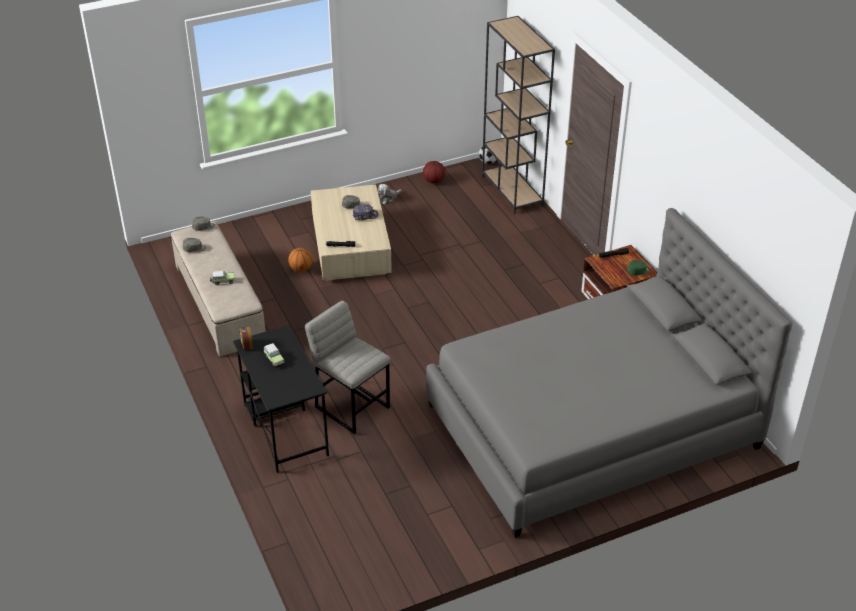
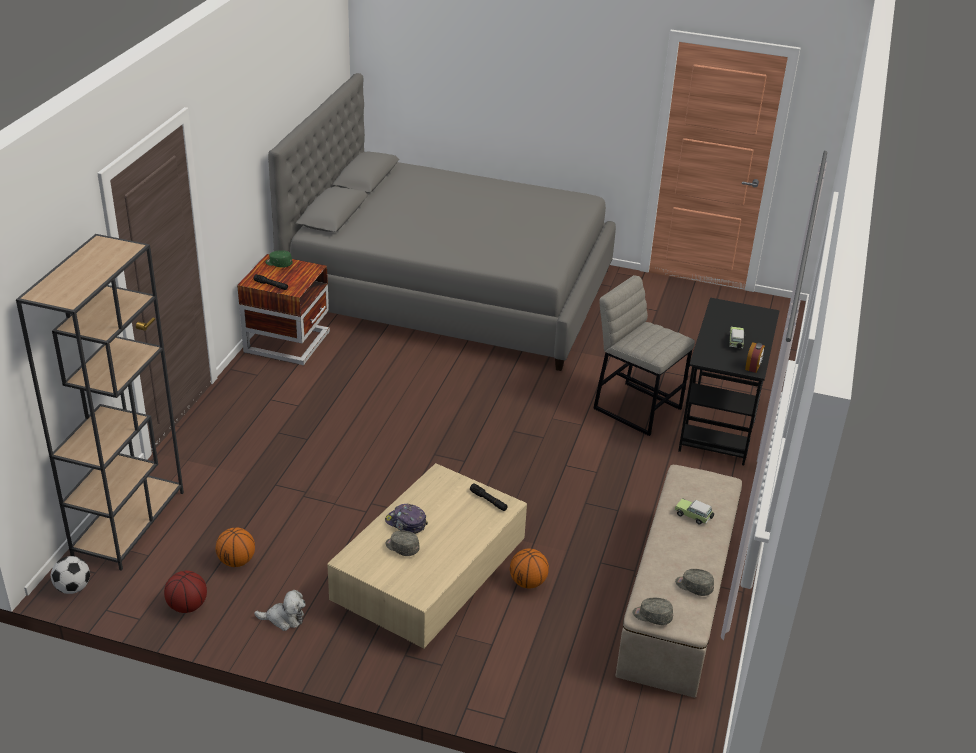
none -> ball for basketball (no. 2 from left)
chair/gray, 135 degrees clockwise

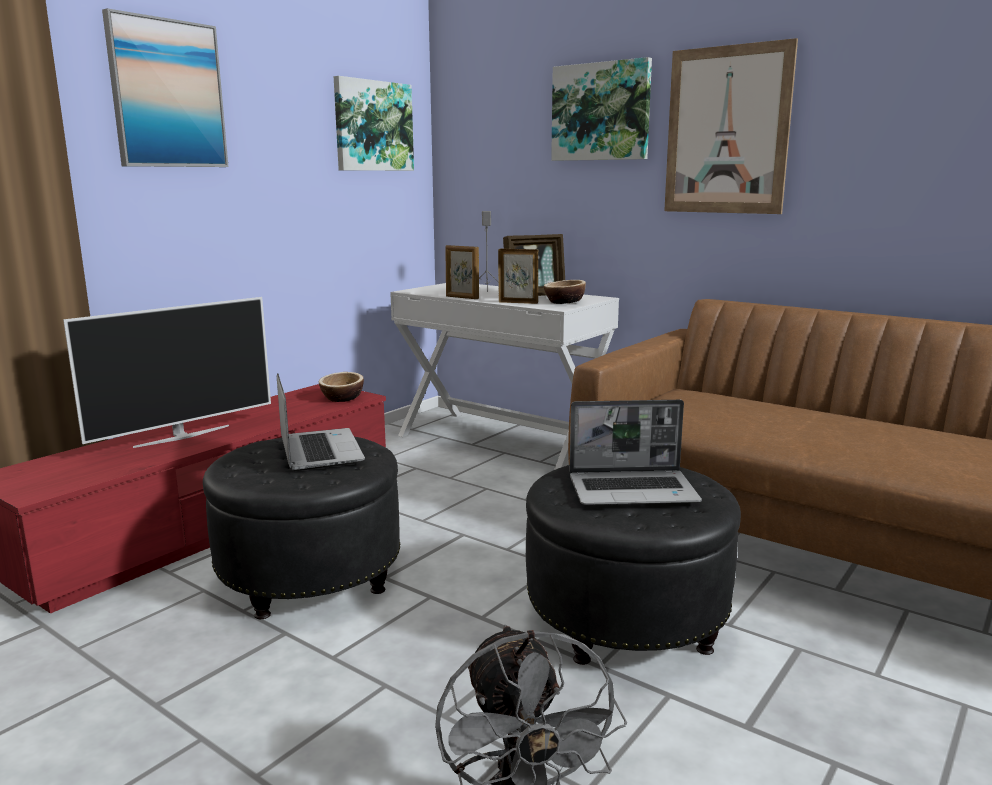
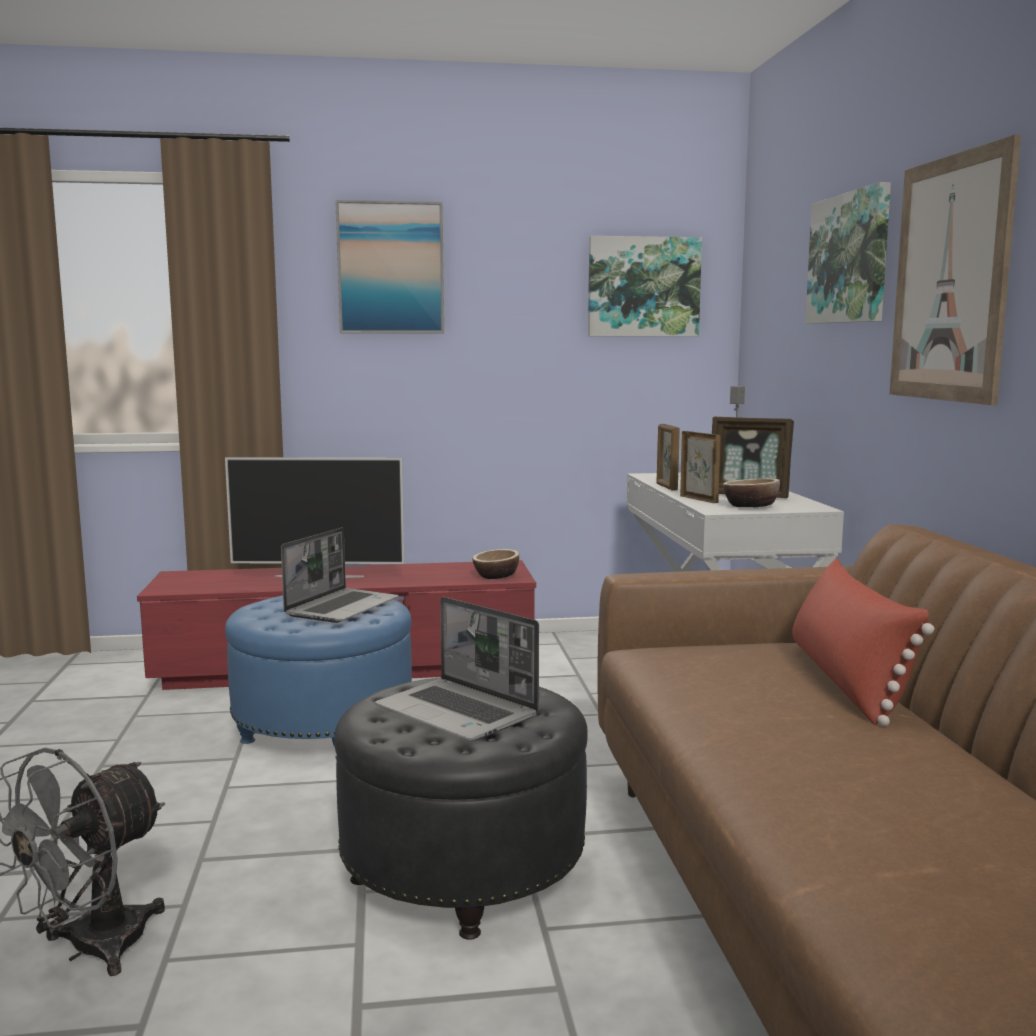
ottoman/black-coloured (no. 1 from left) -> ottoman/blue-coloured
none -> pillow/red

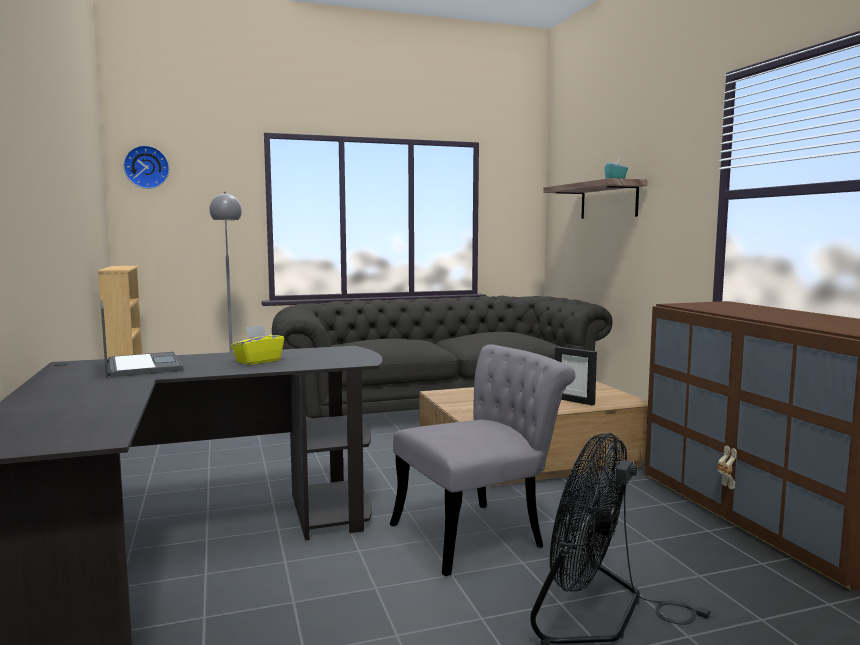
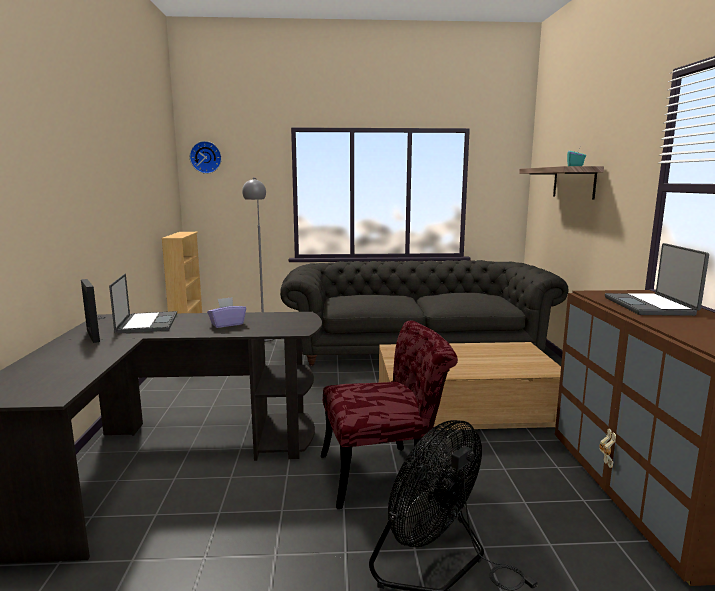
picture frame, relocated
tissue holder/yellowish -> tissue holder/purple
chair/gray -> chair/red
none -> laptop (no. 2 from left)

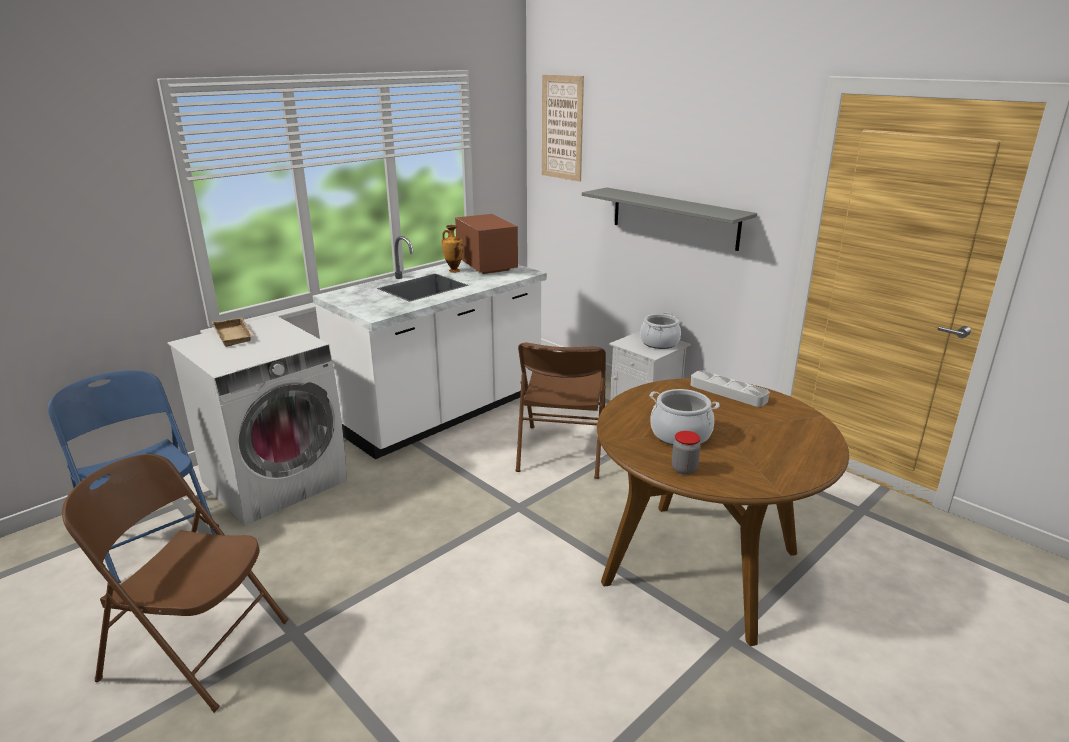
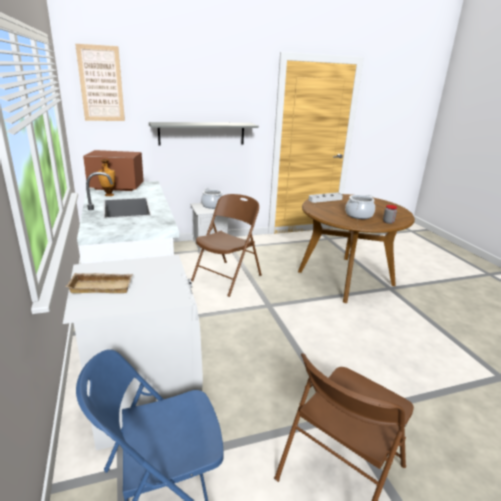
chair/brownish (no. 2 from left in the first image) -> chair/brownish (no. 1 from left), 90 degrees counterclockwise

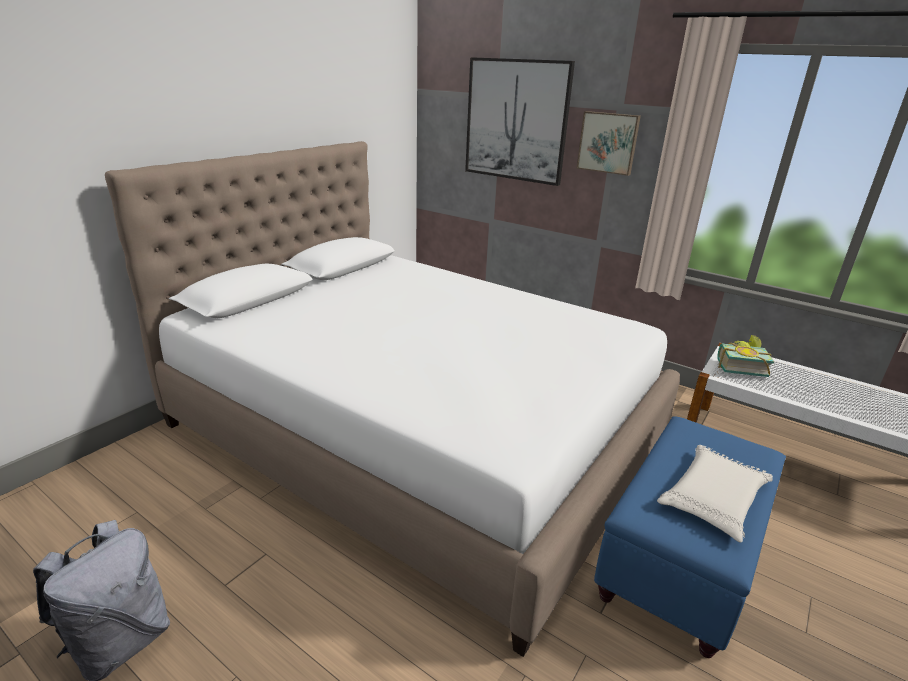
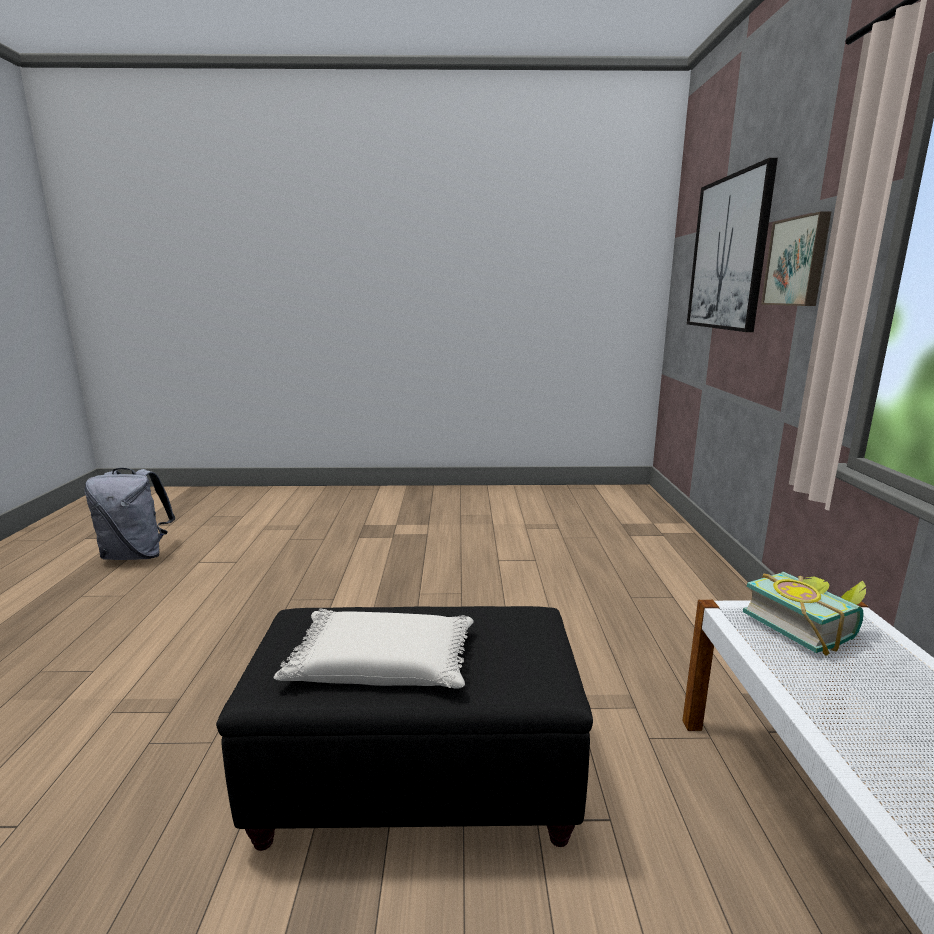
ottoman/blue-coloured -> ottoman/black-coloured
sleeping bed/white -> none

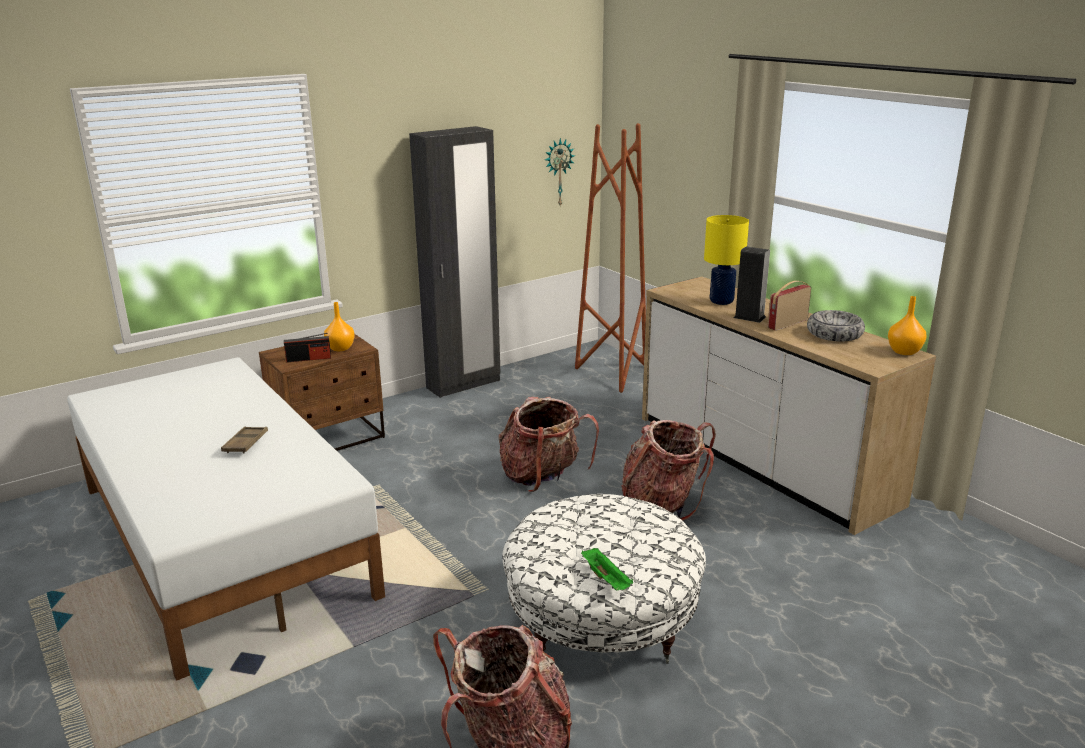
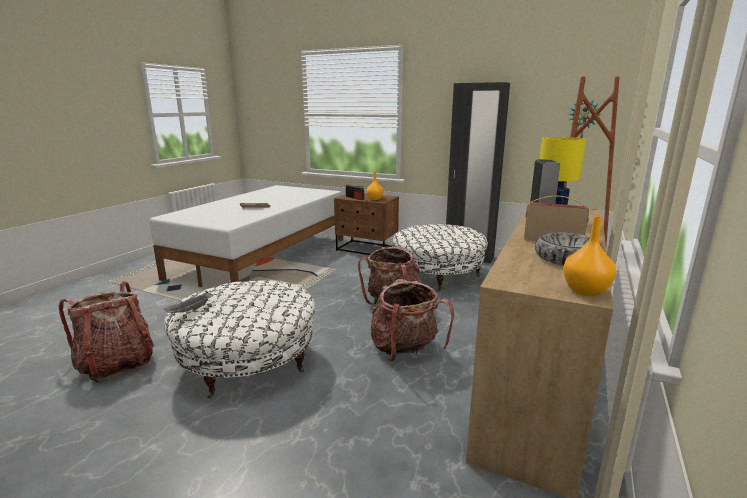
serving tray/greenish -> serving tray/gray
none -> ottoman/white (no. 2 from left)

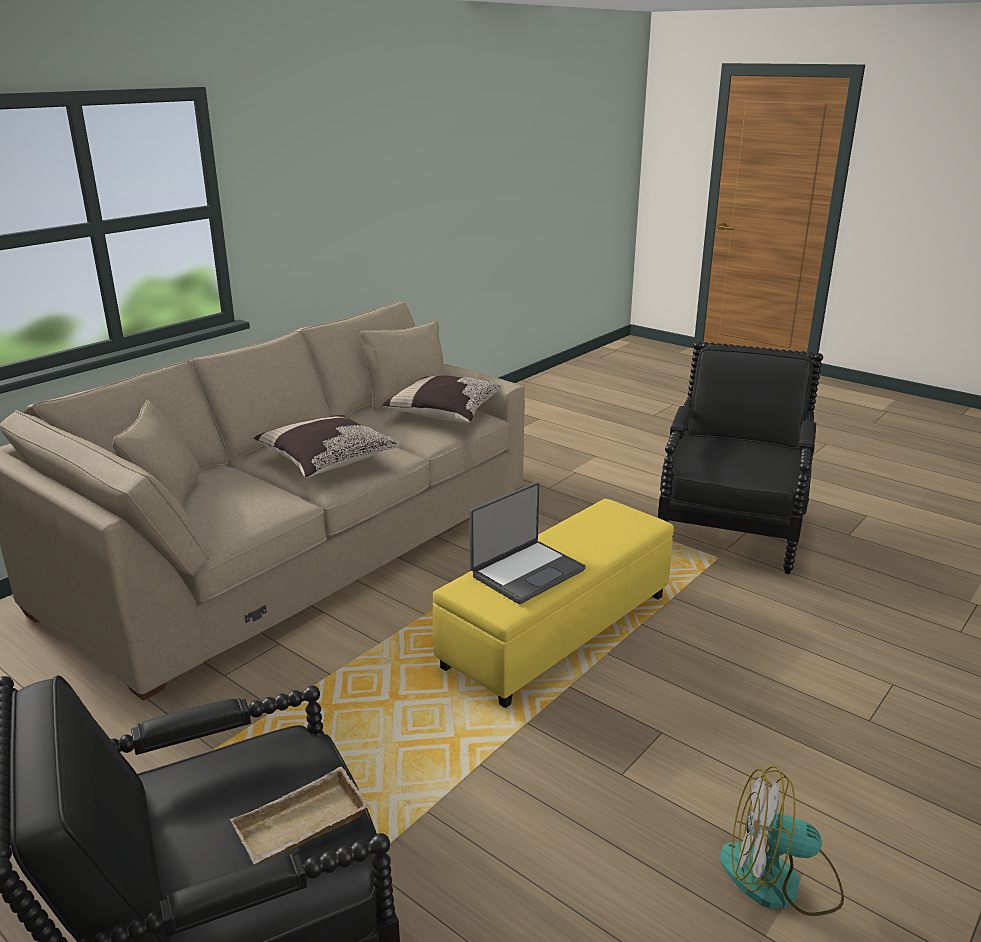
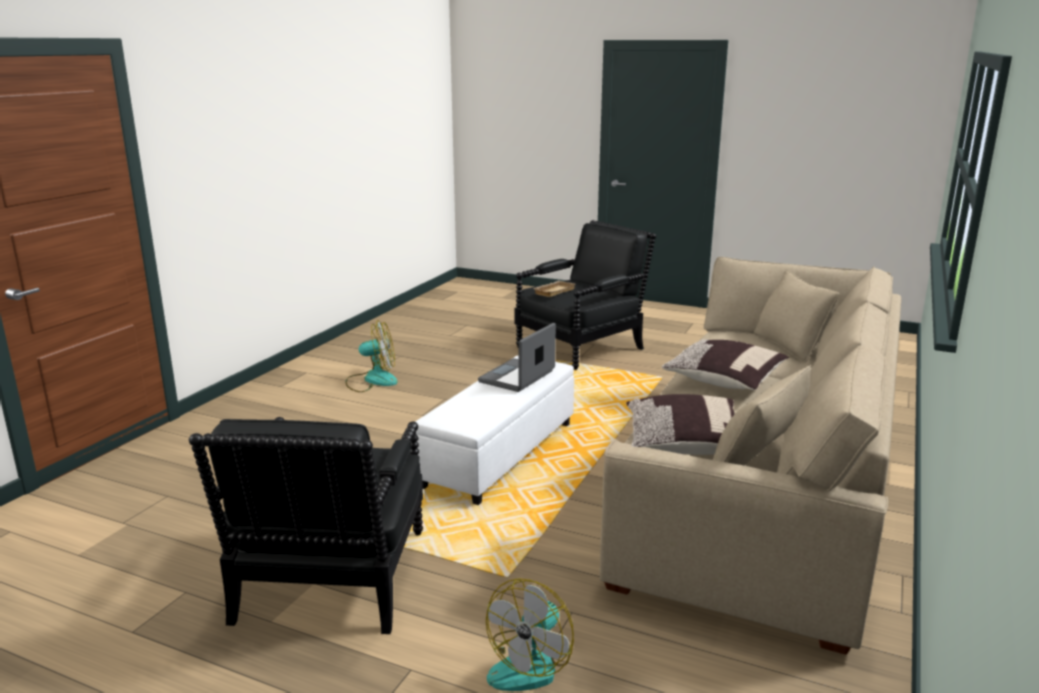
ottoman/yellowish -> ottoman/white
none -> electric fan (no. 2 from left)

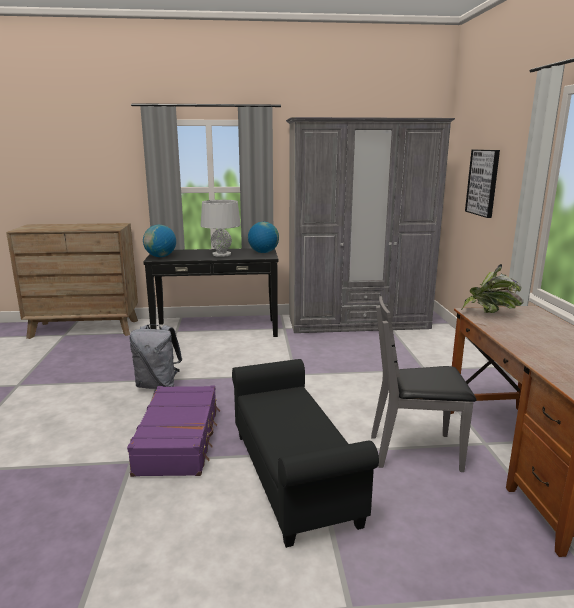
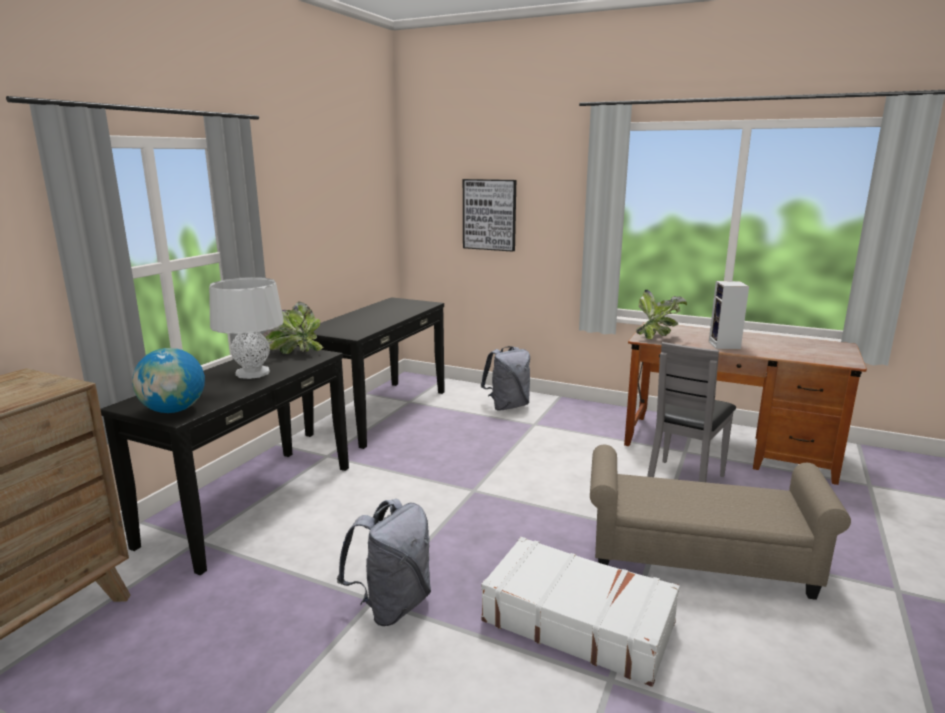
globe (no. 2 from left) -> potted plant (no. 1 from left)
wardrobe/gray -> narrow table/black-coloured (no. 2 from left)
none -> rucksack/gray (no. 2 from left)
piece of luggage/purple -> piece of luggage/white
ottoman/black-coloured -> ottoman/beige-coloured
none -> loudspeaker

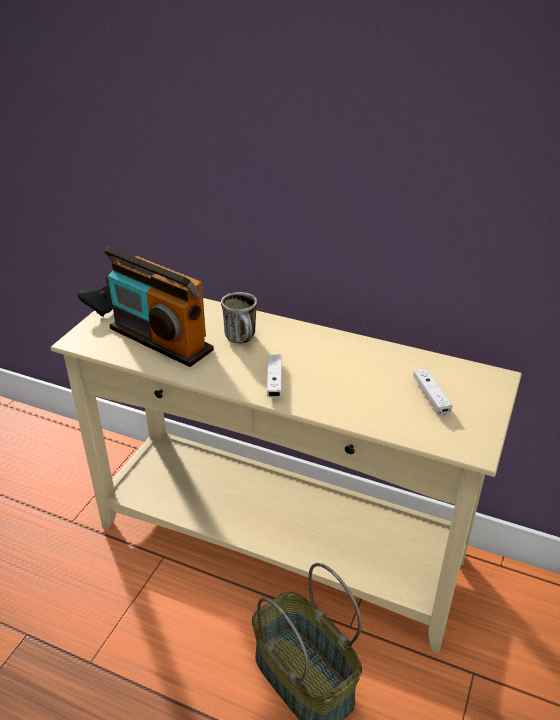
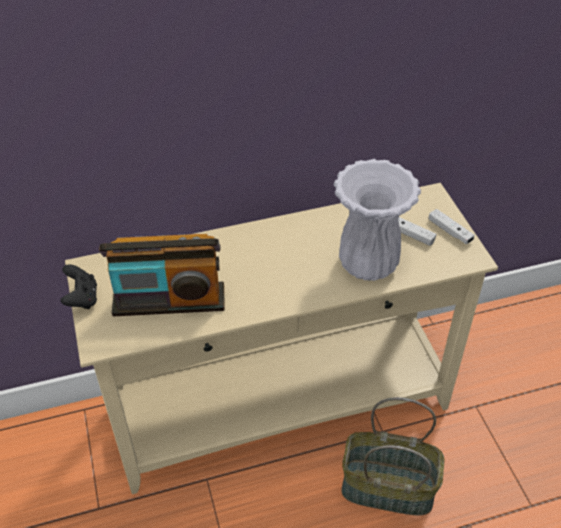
none -> flower vase/white
joypad/white (no. 1 from left in the first image) -> joypad/white (no. 2 from left), relocated
coffee mug -> none

